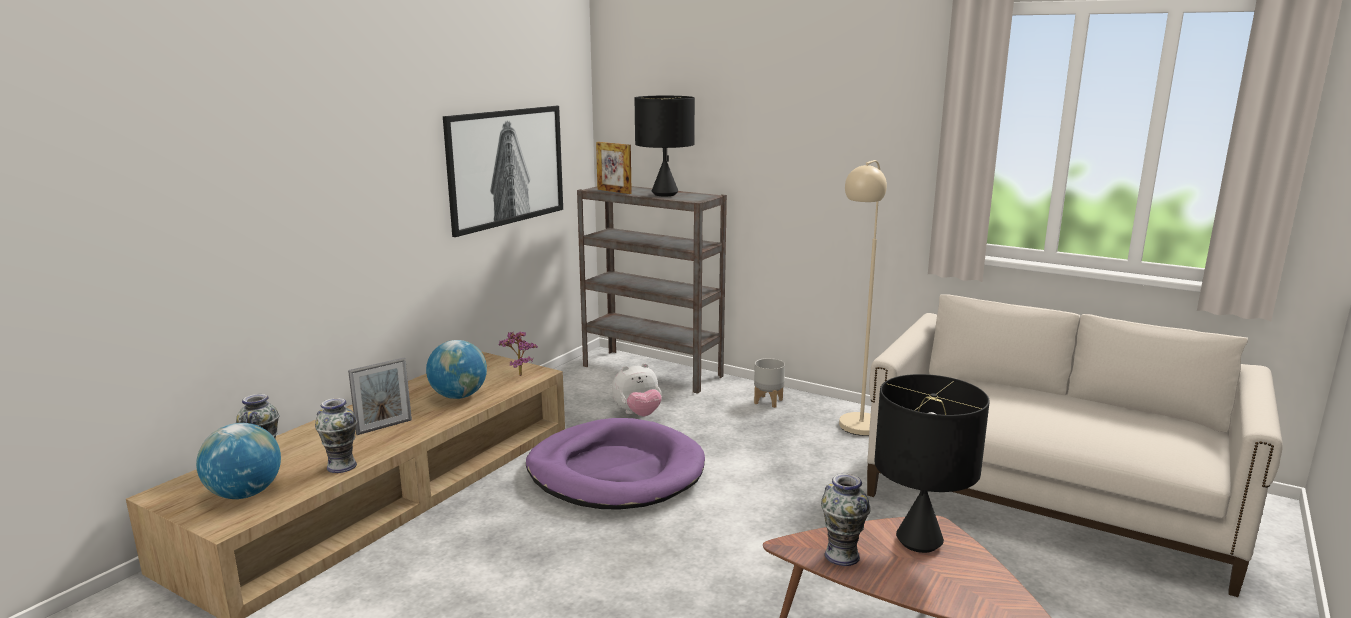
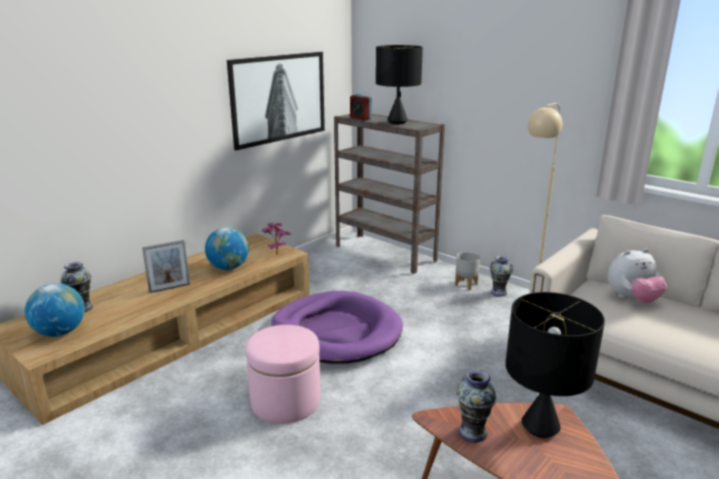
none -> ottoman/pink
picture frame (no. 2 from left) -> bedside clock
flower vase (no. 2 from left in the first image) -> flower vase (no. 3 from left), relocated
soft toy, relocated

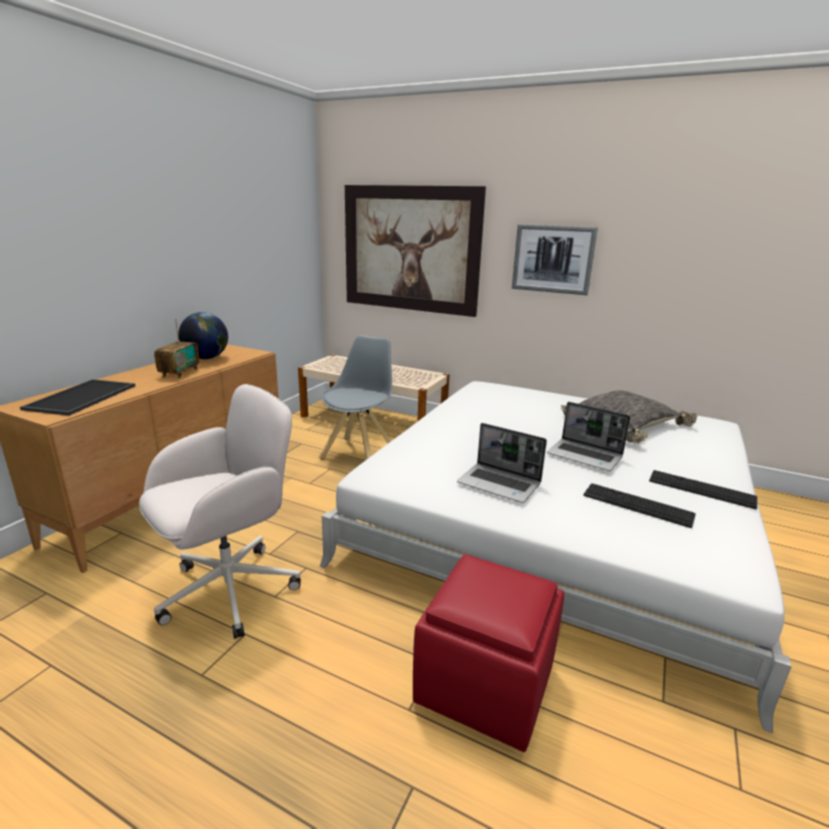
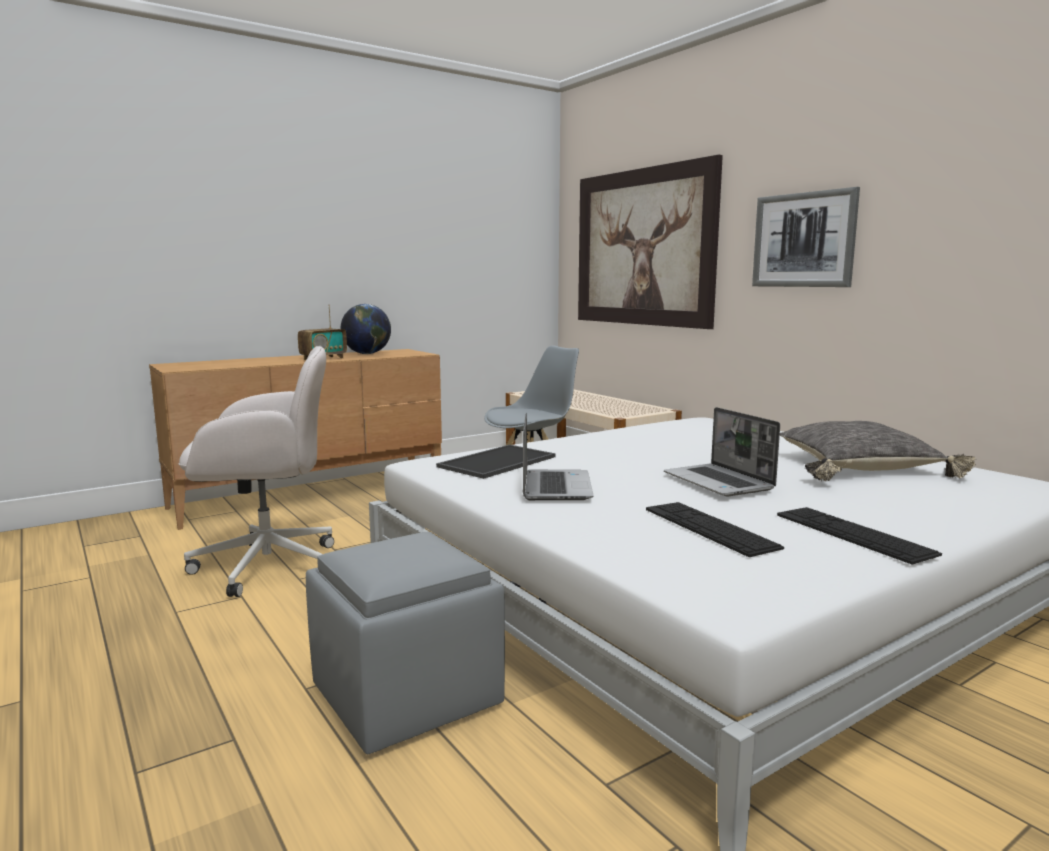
ottoman/red -> ottoman/gray
serving tray, relocated
laptop (no. 1 from left), 150 degrees counterclockwise

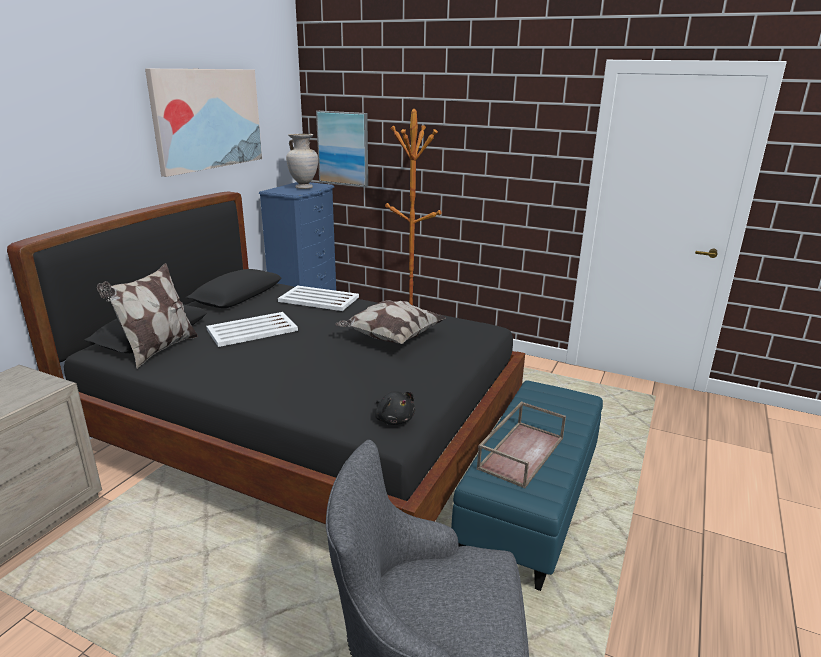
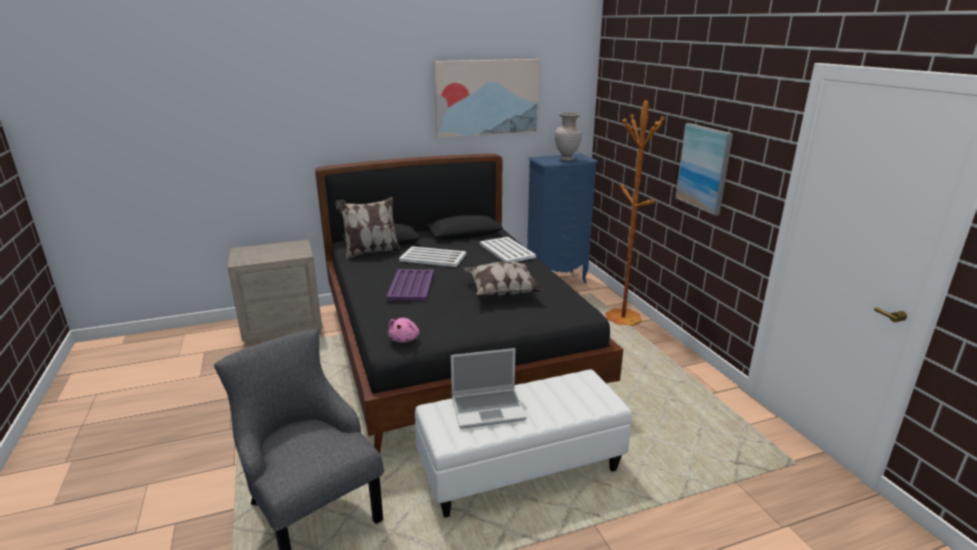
none -> serving tray/purple
soft toy/black-coloured -> soft toy/pink
ottoman/blue-coloured -> ottoman/white
serving tray/brownish -> laptop
wall art (no. 2 from left), relocated

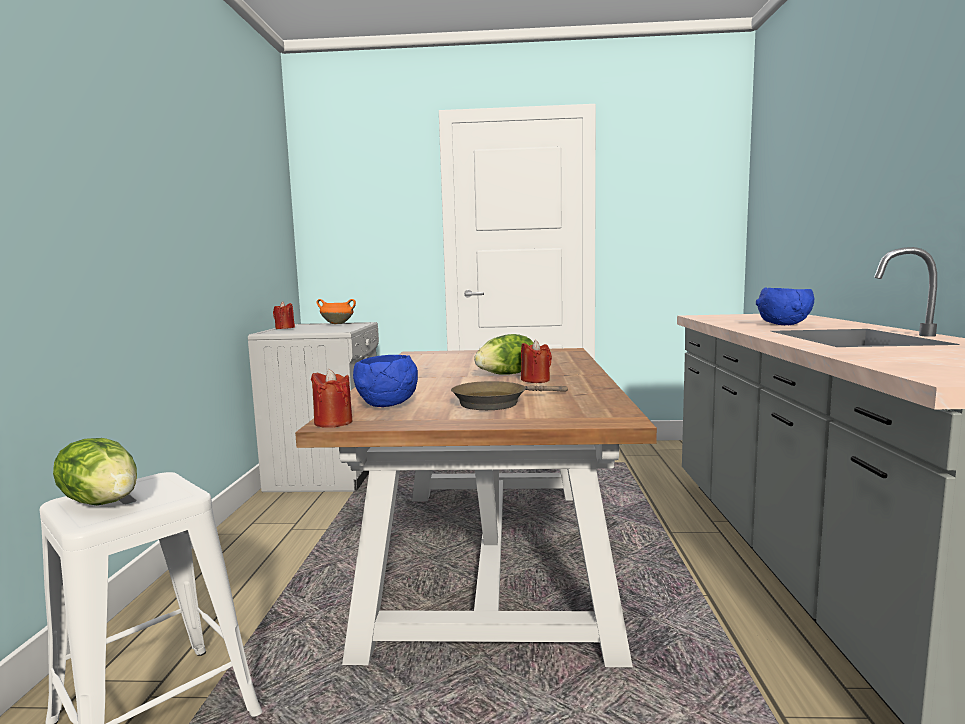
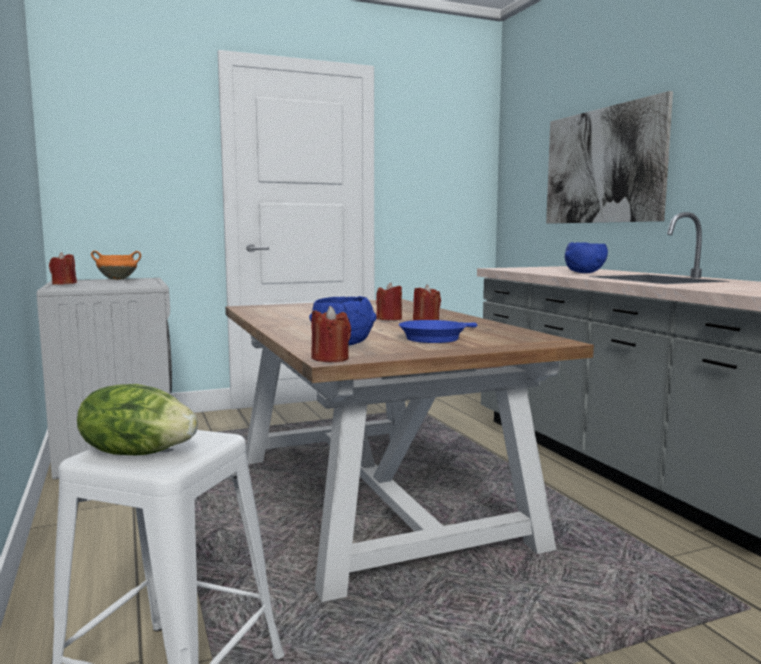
lettuce head (no. 2 from left) -> wax candle/red (no. 3 from left)
frying pan/brownish -> frying pan/blue-coloured
none -> wall art

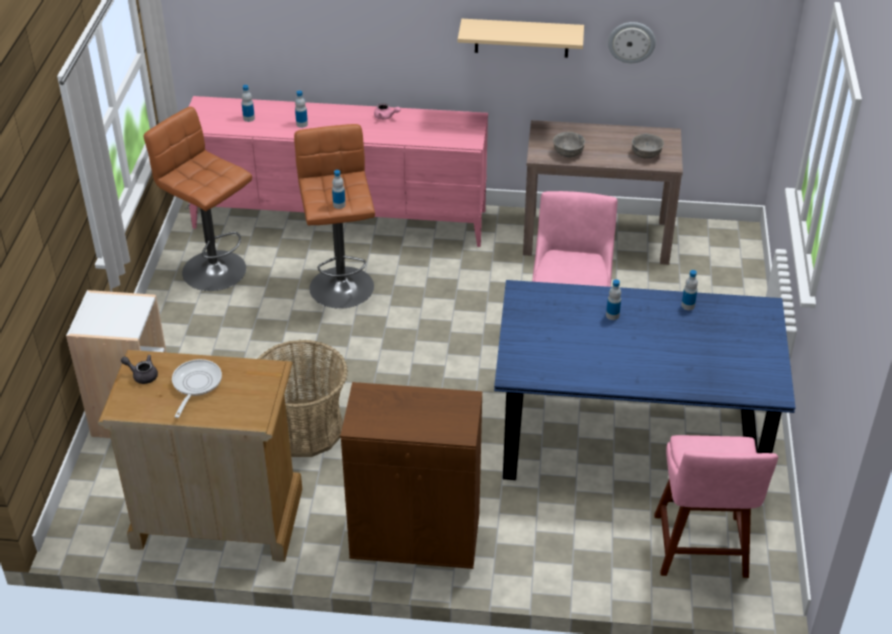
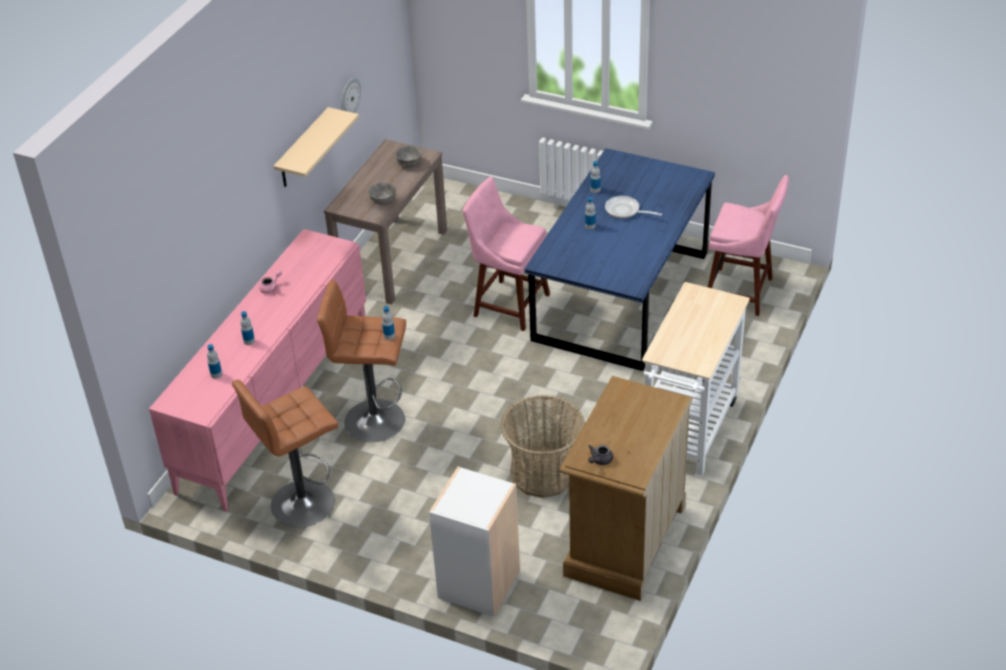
frying pan, relocated
cupboard/brownish -> wheeled cart/white

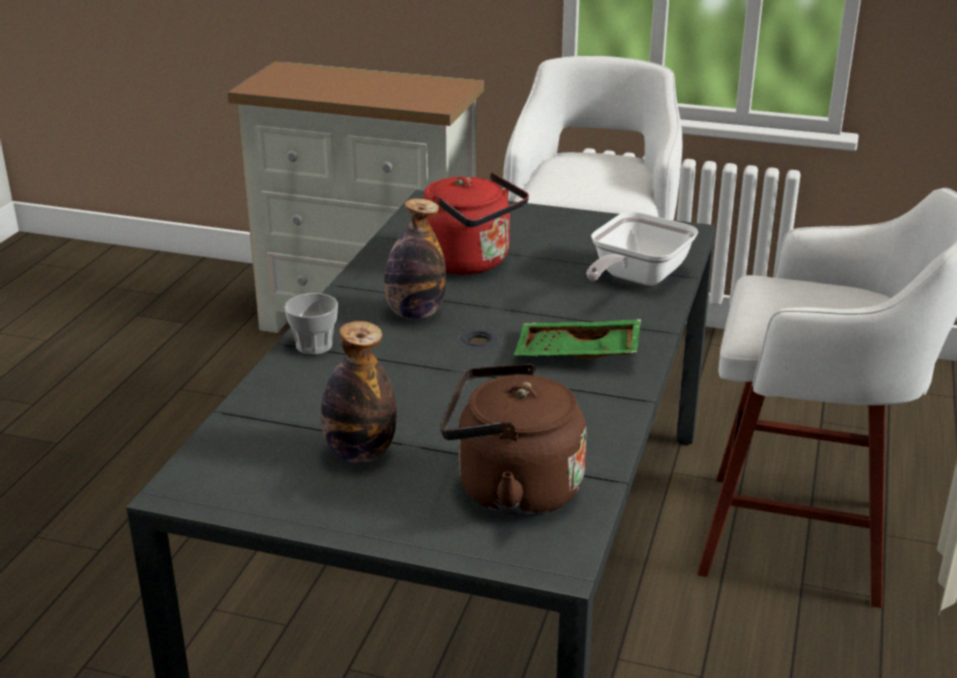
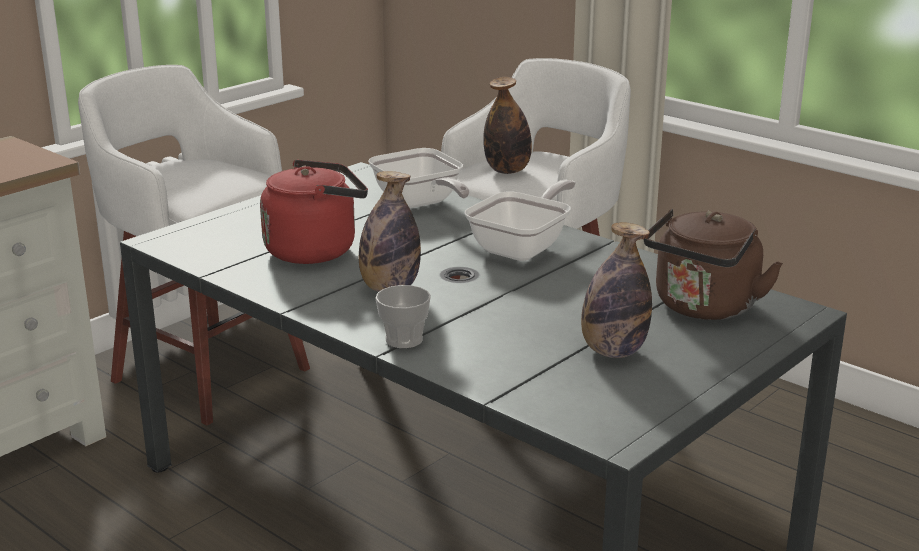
serving tray/greenish -> frying pan (no. 2 from left)
none -> beverage bottle (no. 2 from left)

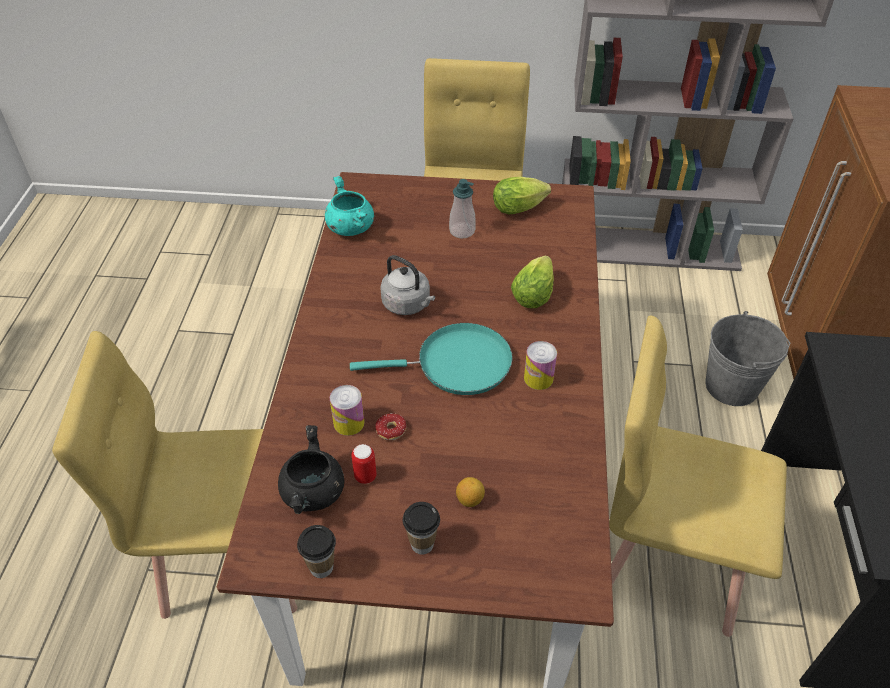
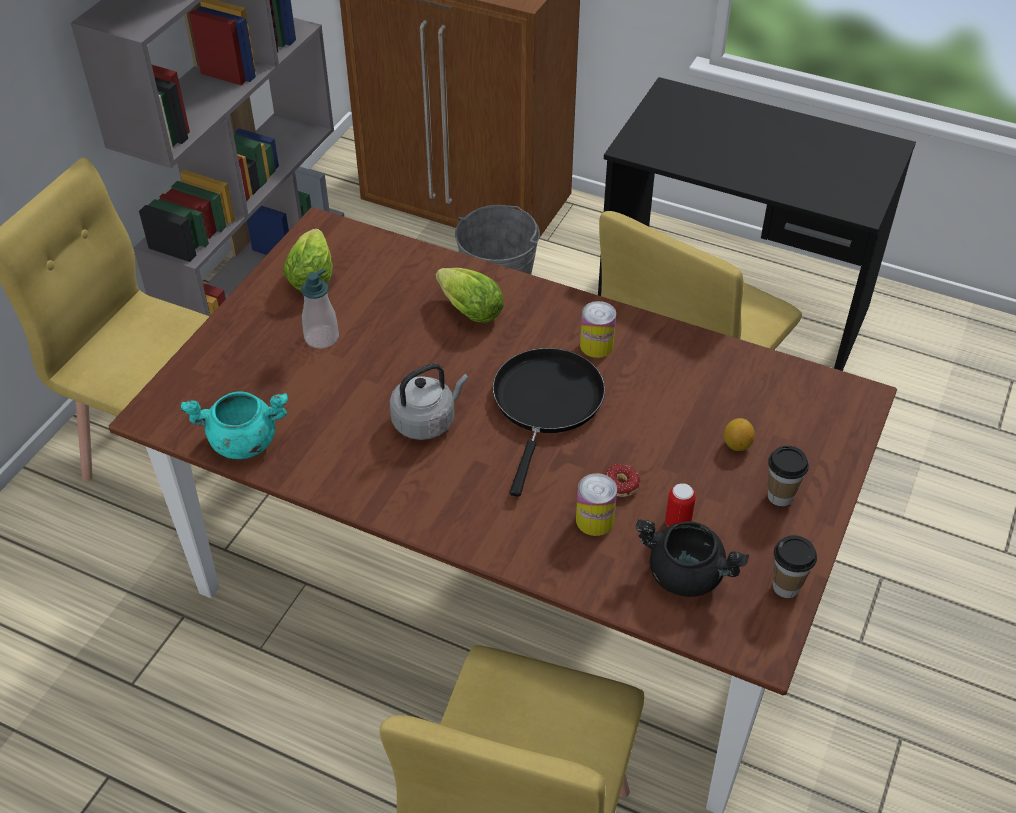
frying pan/turquoise-coloured -> frying pan/black-coloured

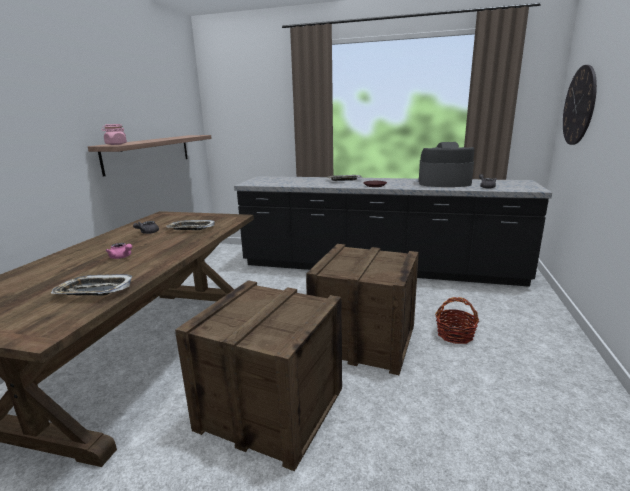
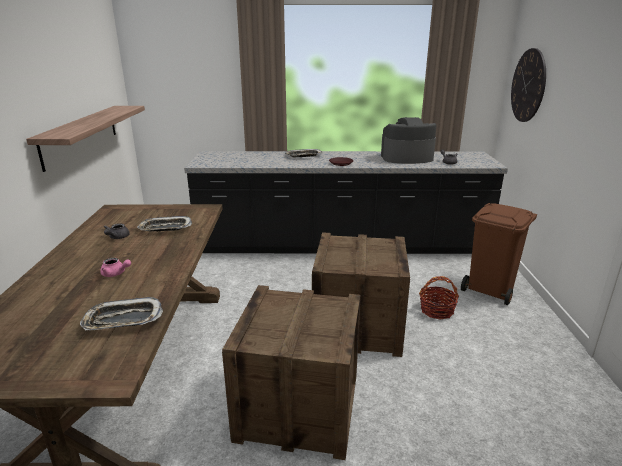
none -> rubbish bin/brownish
preserve jar/pink -> none

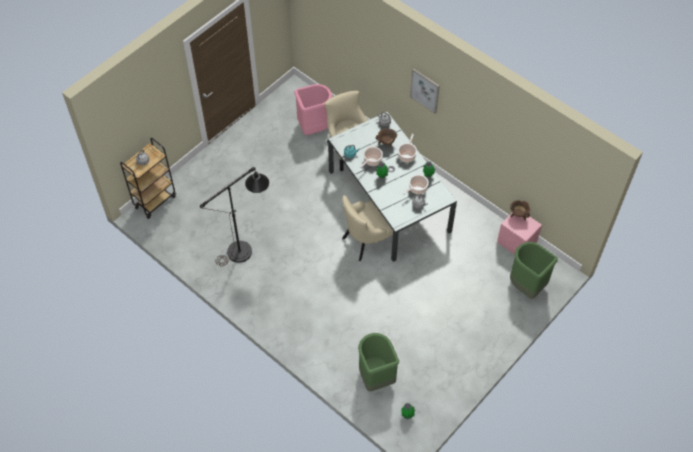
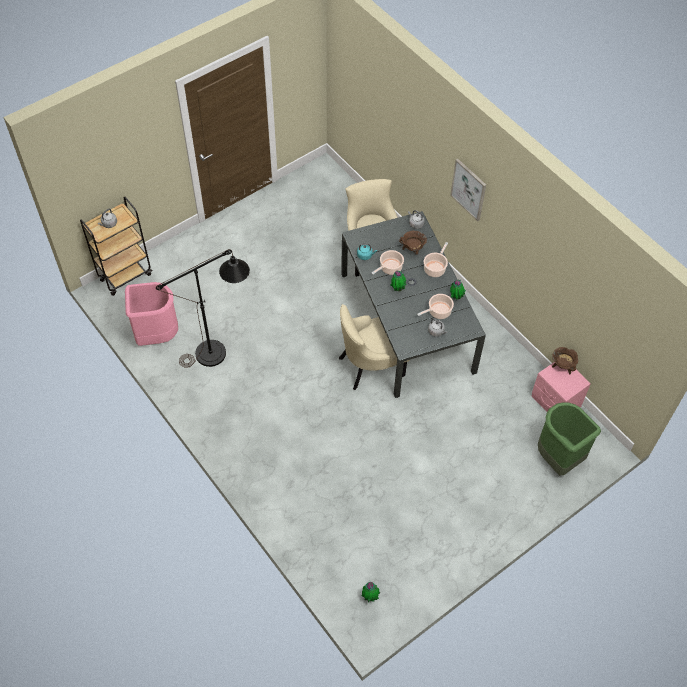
rubbish bin/pink, relocated
rubbish bin/greenish (no. 1 from left) -> none

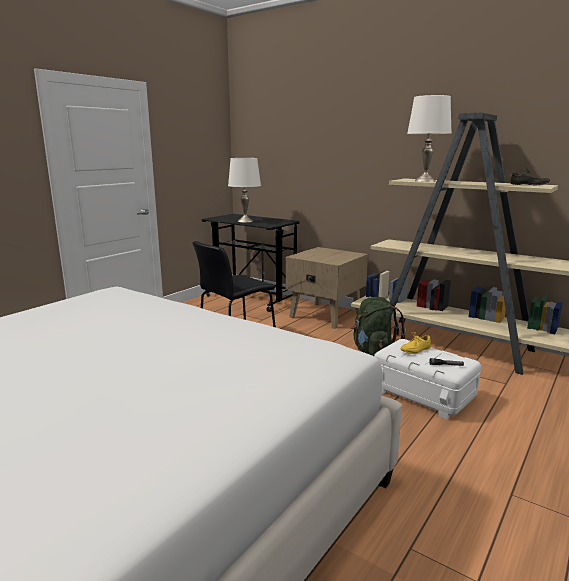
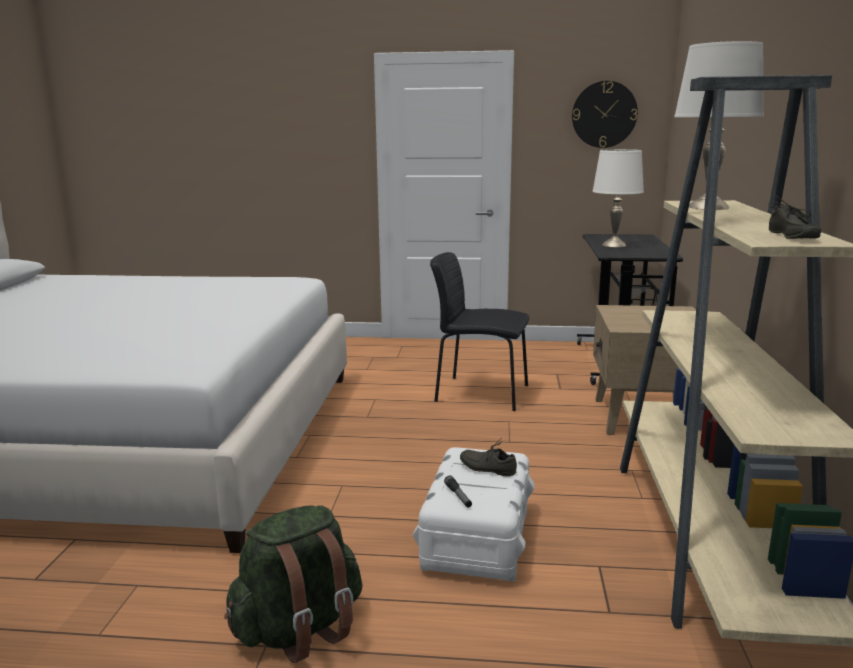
rucksack/greenish, relocated
item of footwear/yellowish -> item of footwear/gray (no. 1 from left)
none -> wall clock

